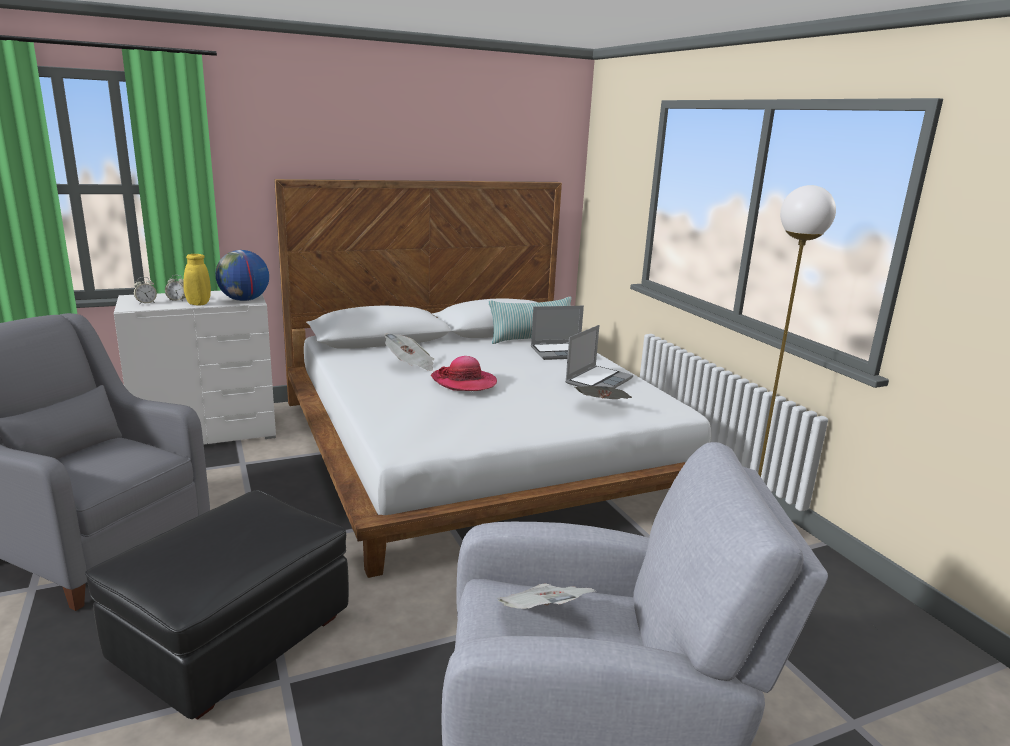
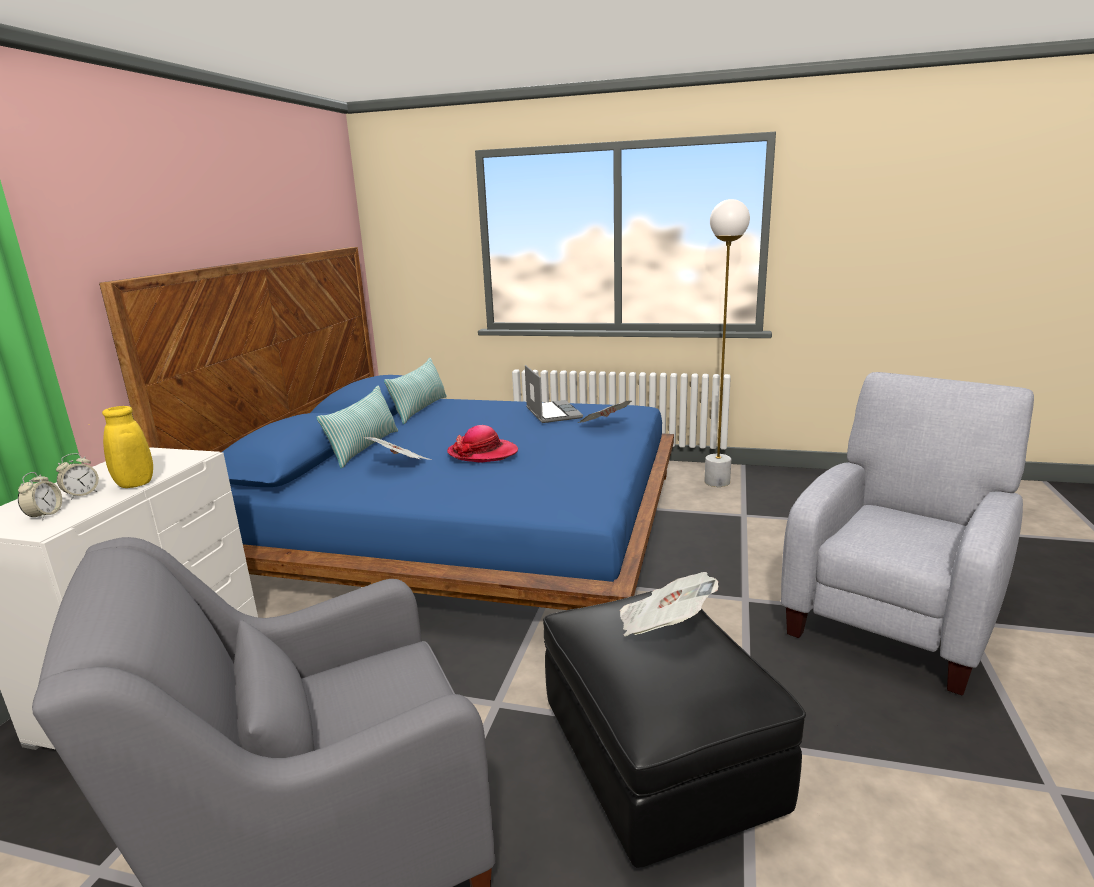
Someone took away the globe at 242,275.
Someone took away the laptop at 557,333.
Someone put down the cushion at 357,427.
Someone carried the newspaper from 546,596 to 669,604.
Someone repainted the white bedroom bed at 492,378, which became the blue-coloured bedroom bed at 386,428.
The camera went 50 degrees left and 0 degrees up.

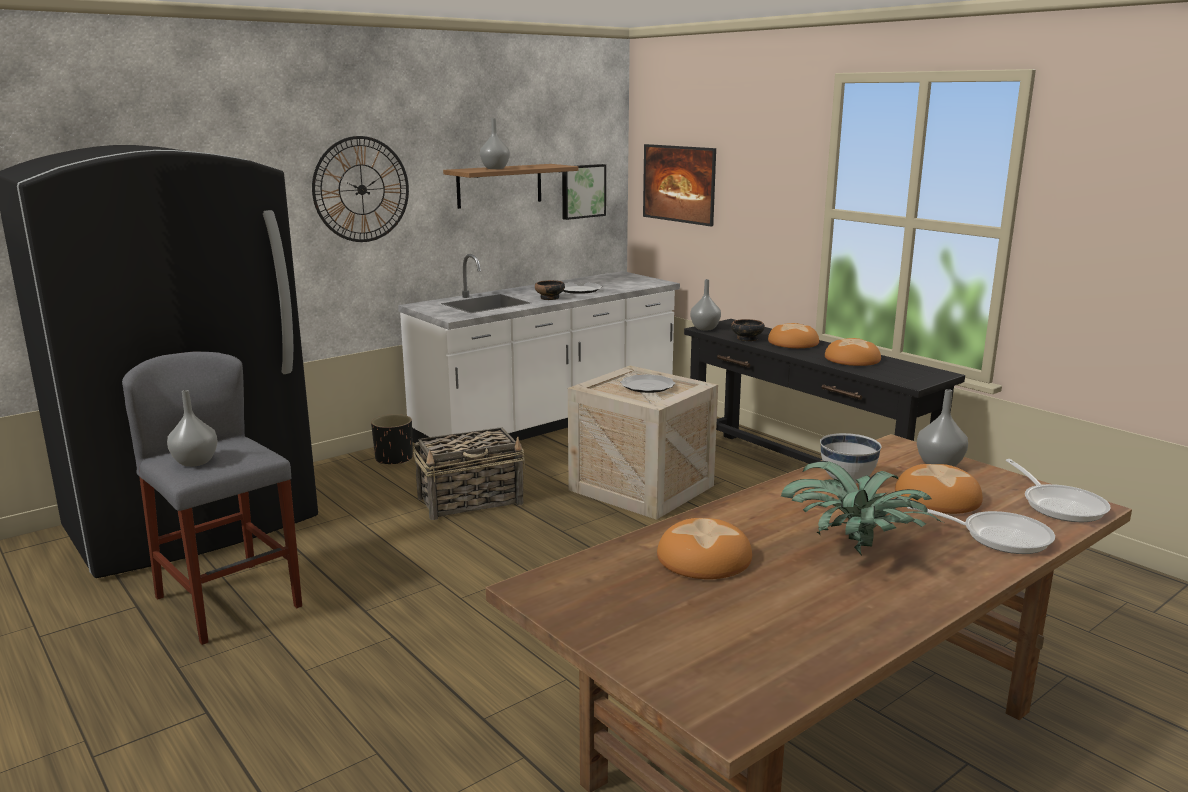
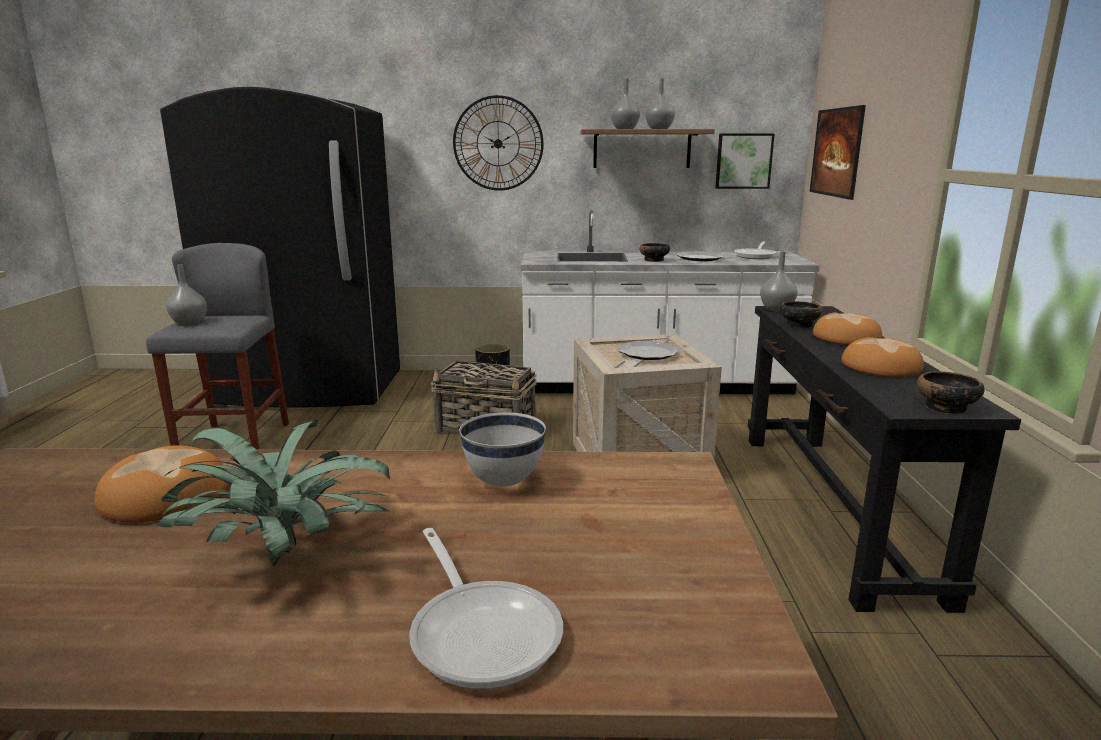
Someone took away the bakery bread at 939,489.
Someone put down the bowl at 951,392.
Someone carried the greyish flower vase from 942,428 to 660,103.
Someone carried the frying pan from 1058,490 to 755,250.
The camera went 40 degrees right and 0 degrees up.

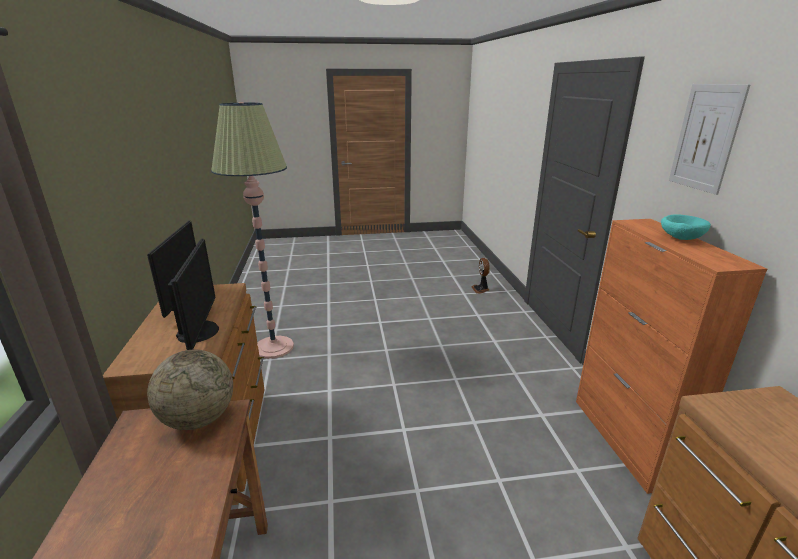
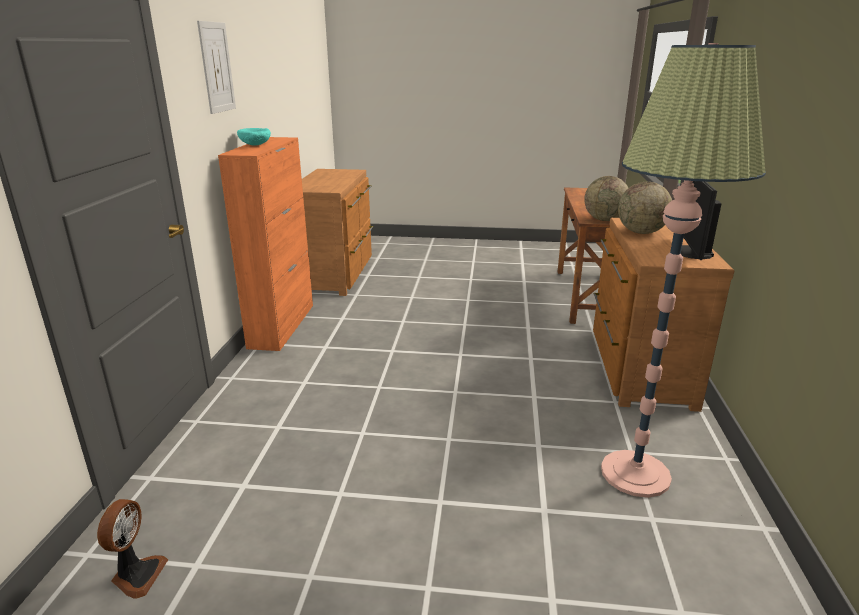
Someone swapped the computer display at 193,294 for the globe at 645,208.
The camera went 165 degrees left and 0 degrees up.

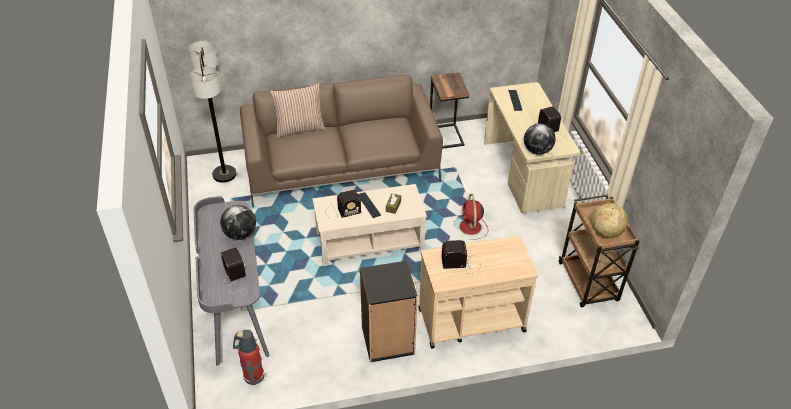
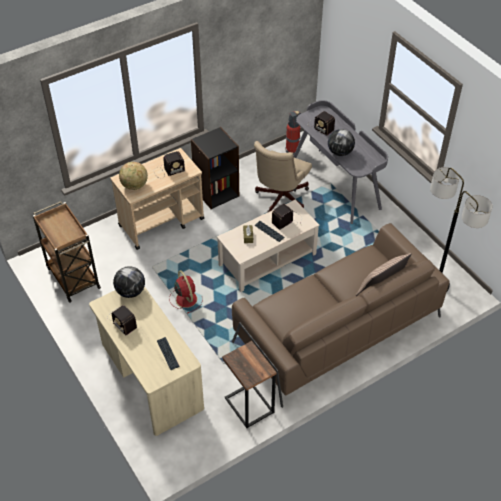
Someone put down the sand-coloured computer chair at 283,177.
Someone carried the globe from 610,220 to 133,176.
The camera went 160 degrees right and 5 degrees up.

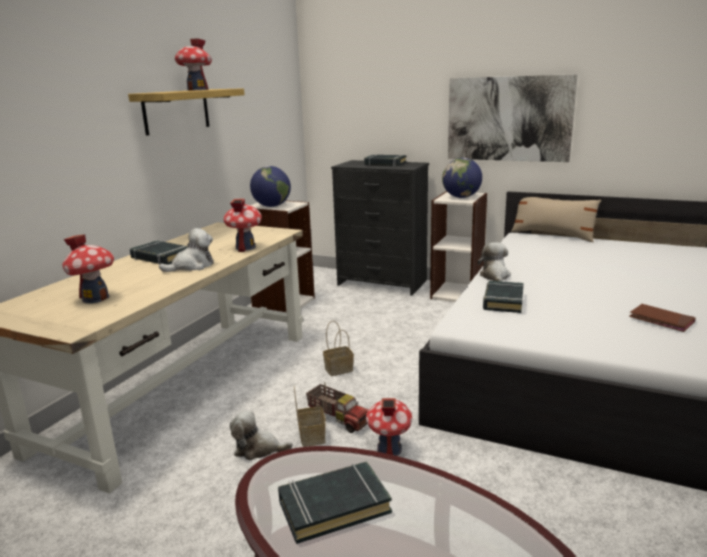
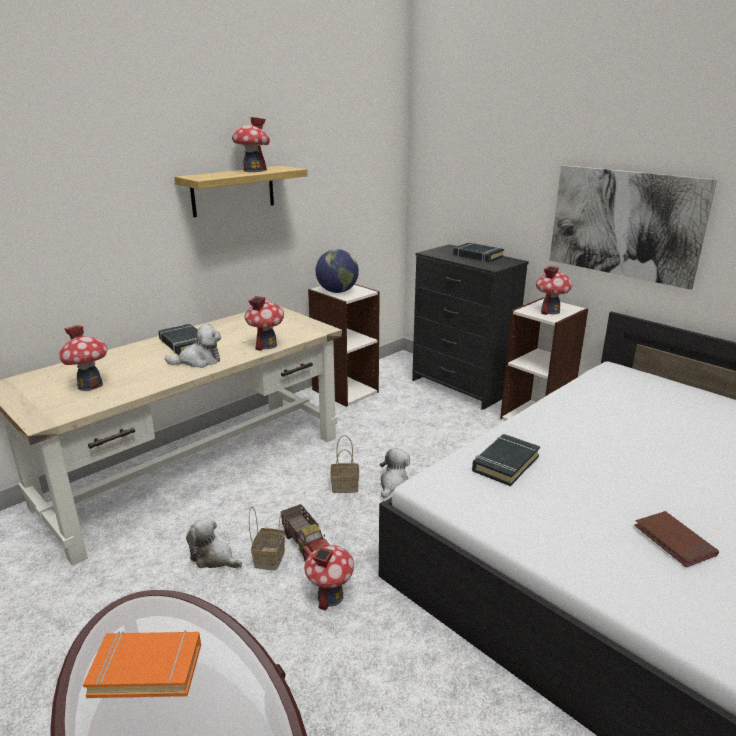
Someone took away the sand-coloured cushion at 556,219.
Someone carried the soft toy from 494,262 to 395,473.
Someone swapped the globe at 462,178 for the model house at 554,290.
Someone repainted the blackish book at 335,503, which became the orangey book at 142,664.
The camera went 20 degrees right and 5 degrees up.

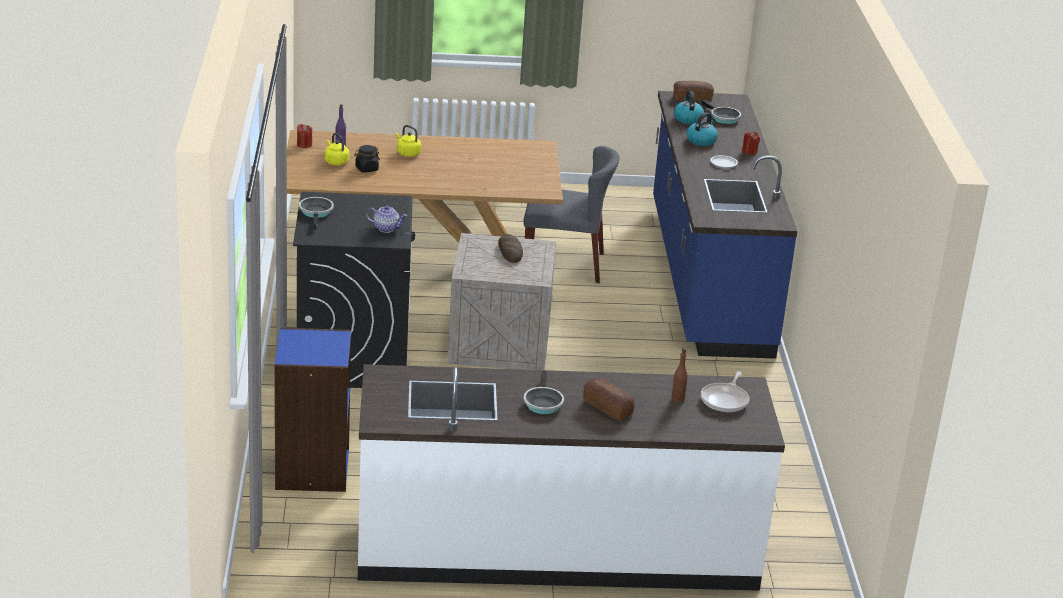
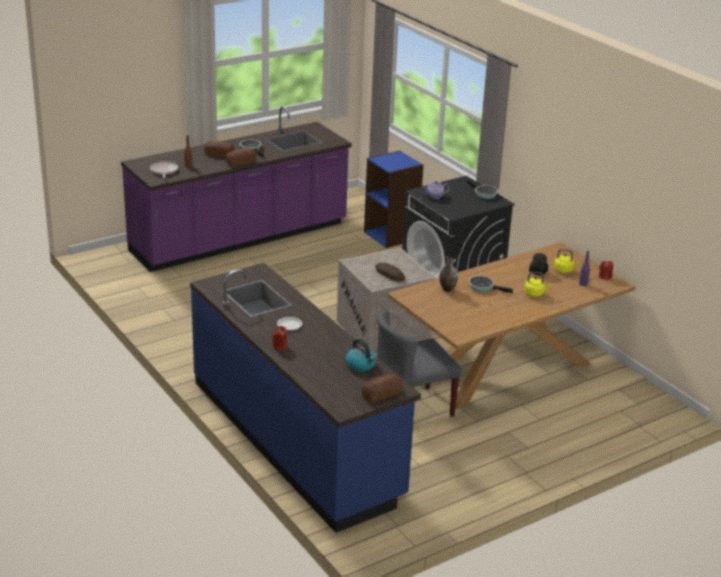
Someone took away the kettle at 702,129.
Someone put down the bakery bread at 241,157.
Someone put down the flower vase at 448,274.
Someone carried the frying pan from 721,111 to 490,284.
Someone repainted the white kitchen counter at 571,477, which became the purple kitchen counter at 236,189.
The camera went 150 degrees right and 0 degrees up.

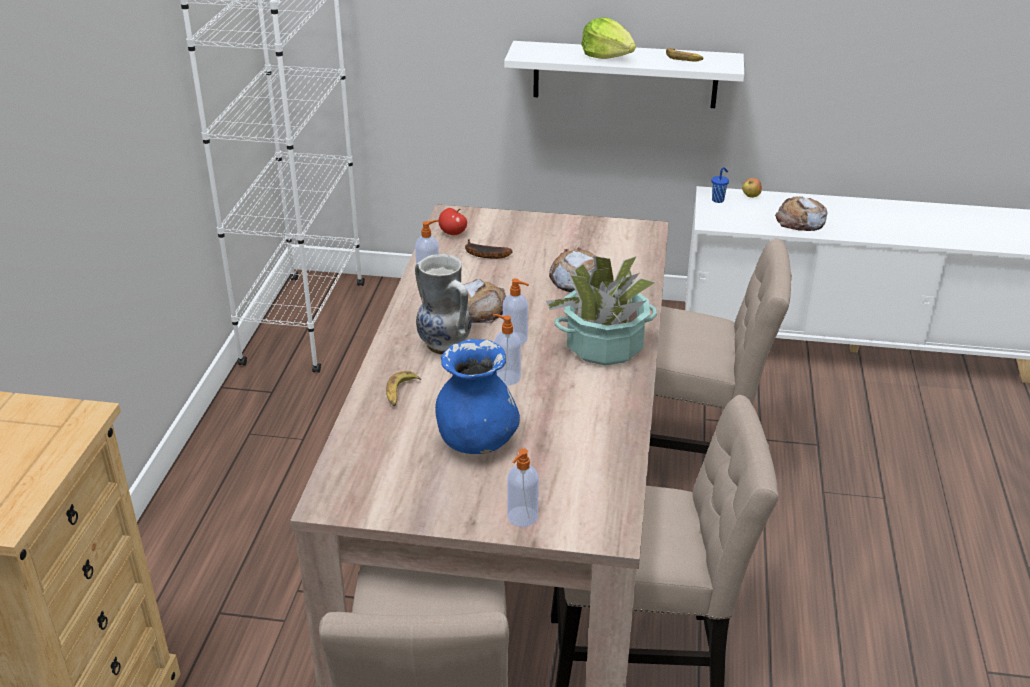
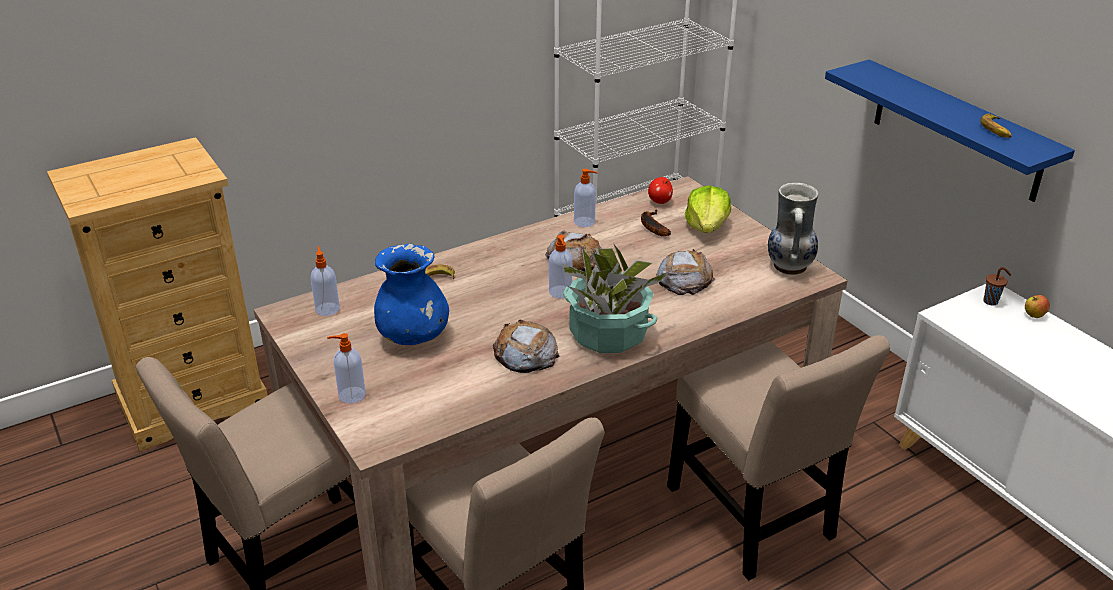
Someone carried the flower vase from 443,304 to 793,229.
Someone carried the soap bottle from 507,349 to 325,281.
Someone carried the lettuce from 608,38 to 708,209.
Someone carried the bakery bread from 801,213 to 526,346.
Someone repainted the white bracket shelf at 624,74, which became the blue-coloured bracket shelf at 950,130.
Someone repainted the blue-coloured small cup at 720,185, which became the brown-coloured small cup at 997,286.
The camera went 50 degrees right and 0 degrees up.

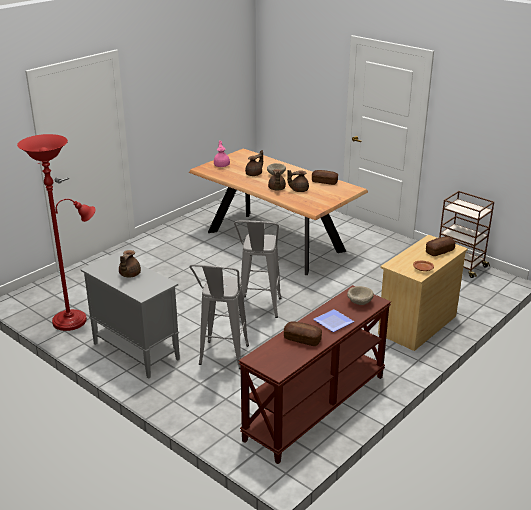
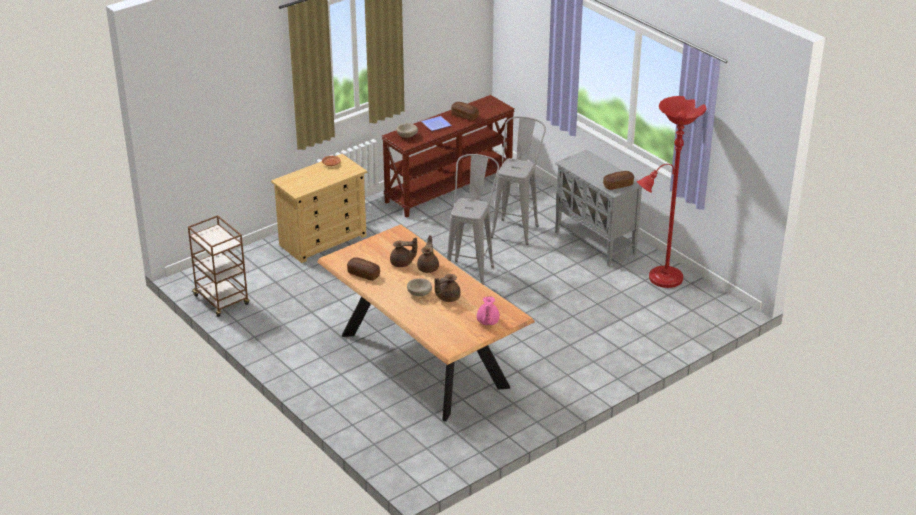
Someone took away the brown-coloured tea pot at 130,263.
Someone carried the bakery bread from 441,246 to 618,180.
The camera went 170 degrees left and 5 degrees up.

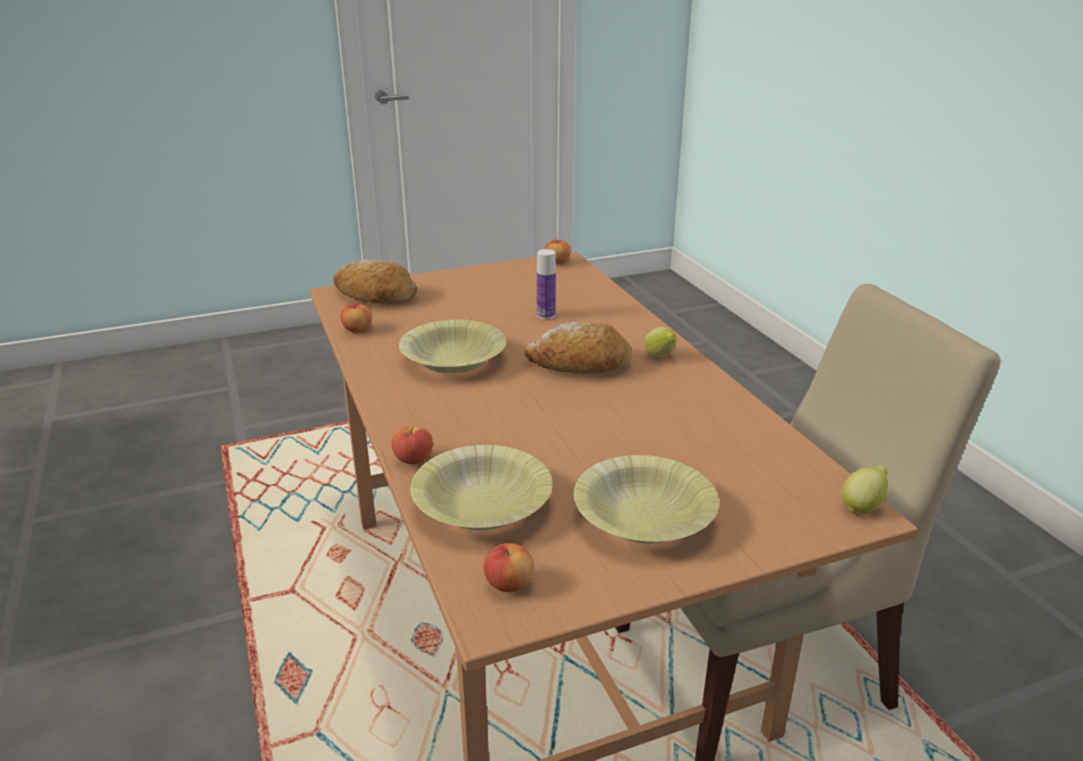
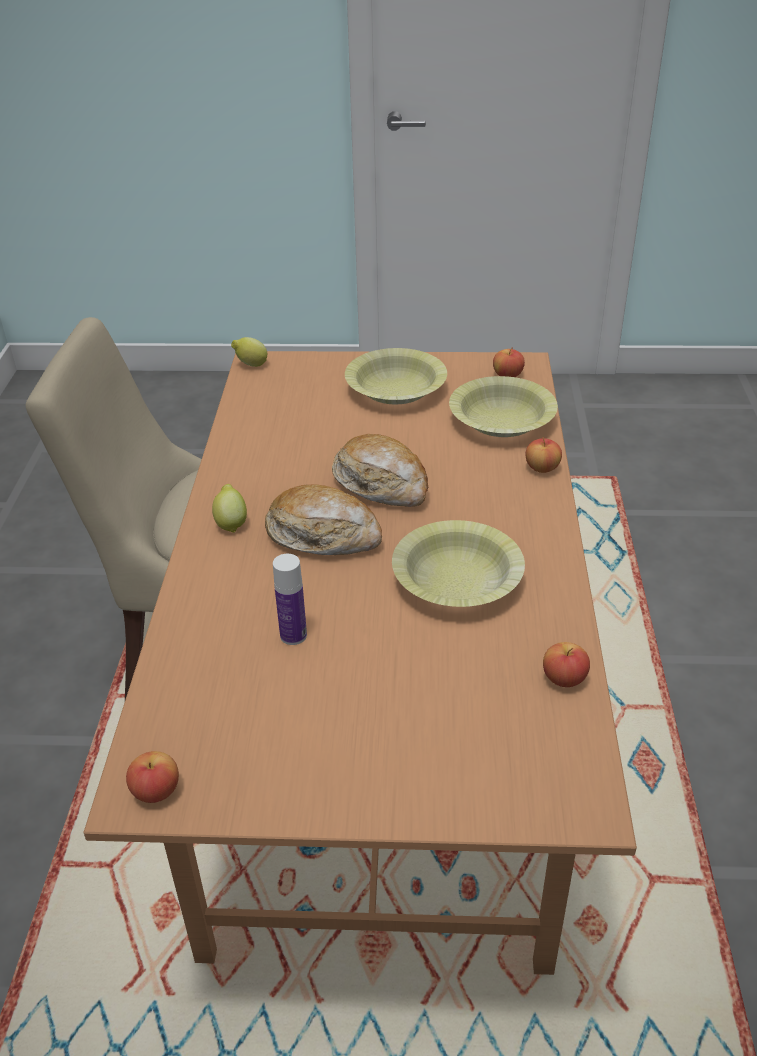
Someone carried the bakery bread from 375,281 to 380,470.
The camera went 155 degrees left and 10 degrees up.

